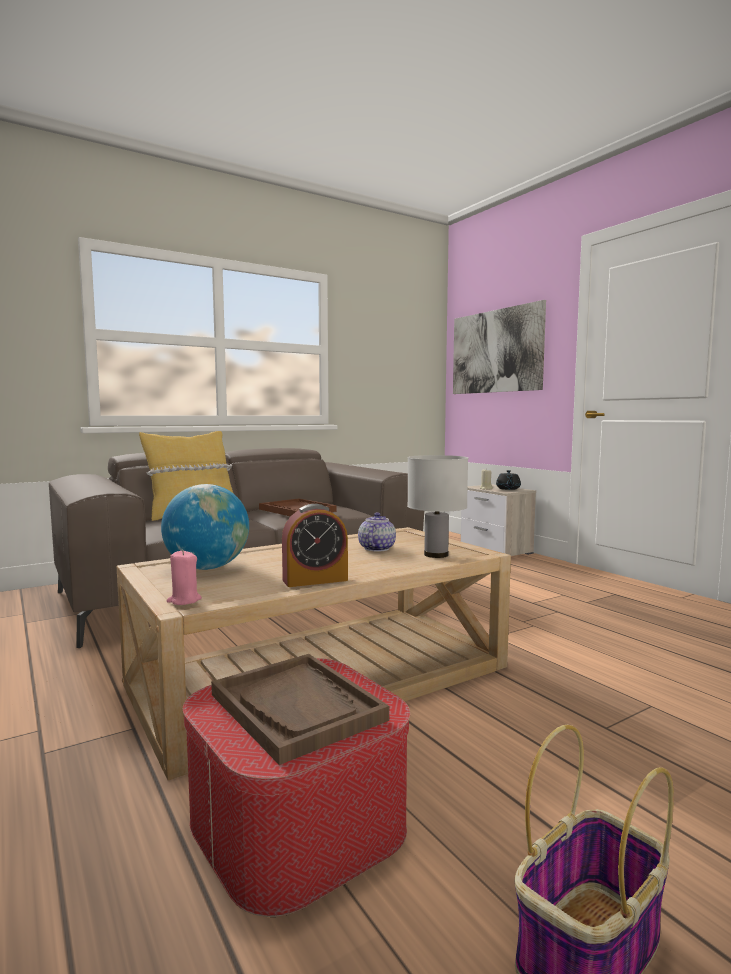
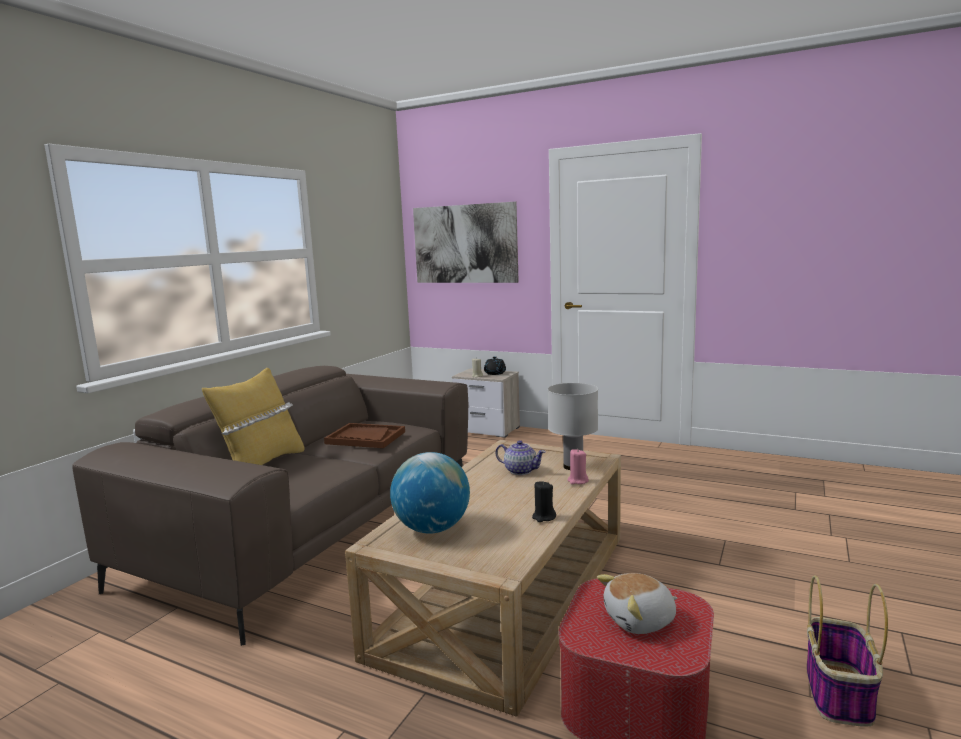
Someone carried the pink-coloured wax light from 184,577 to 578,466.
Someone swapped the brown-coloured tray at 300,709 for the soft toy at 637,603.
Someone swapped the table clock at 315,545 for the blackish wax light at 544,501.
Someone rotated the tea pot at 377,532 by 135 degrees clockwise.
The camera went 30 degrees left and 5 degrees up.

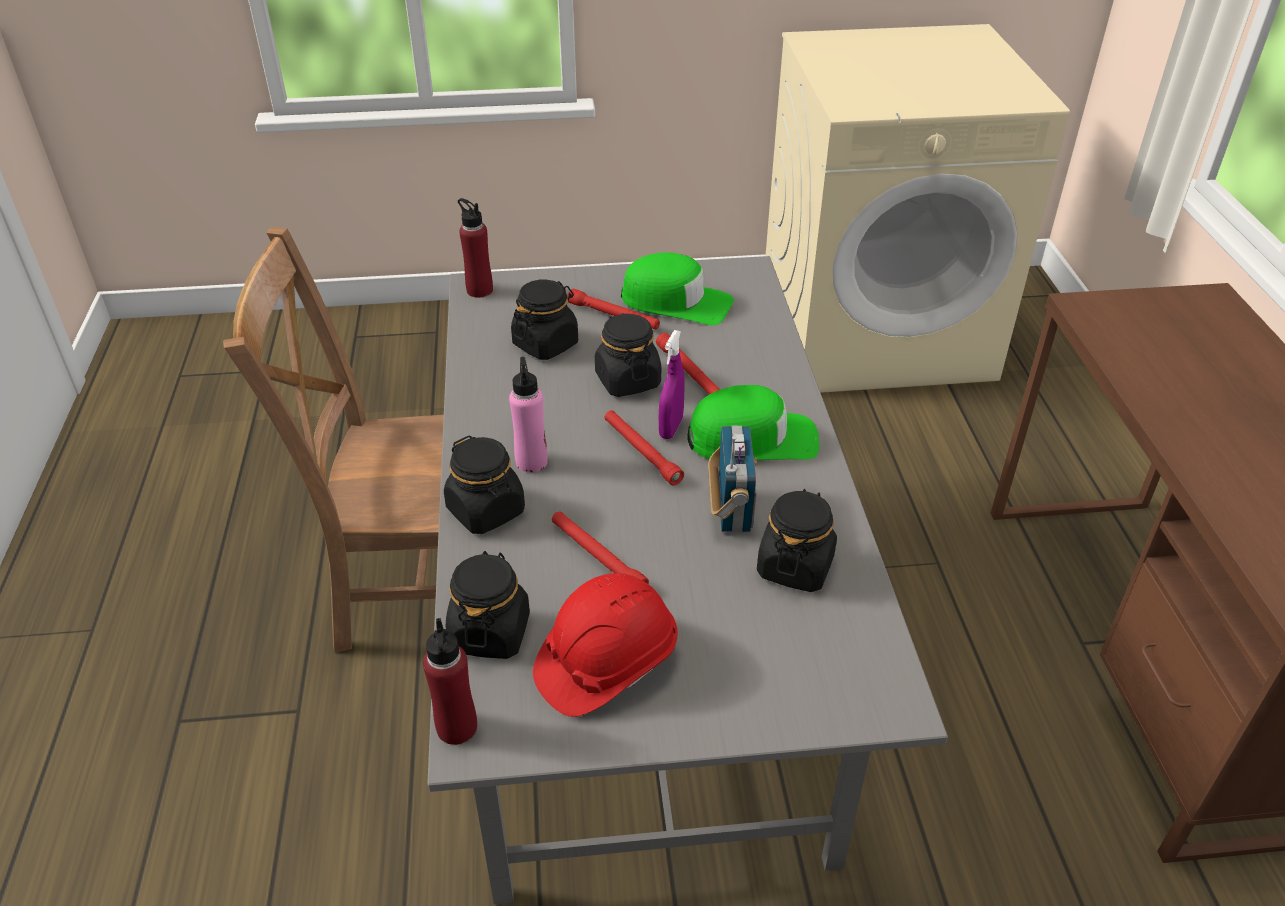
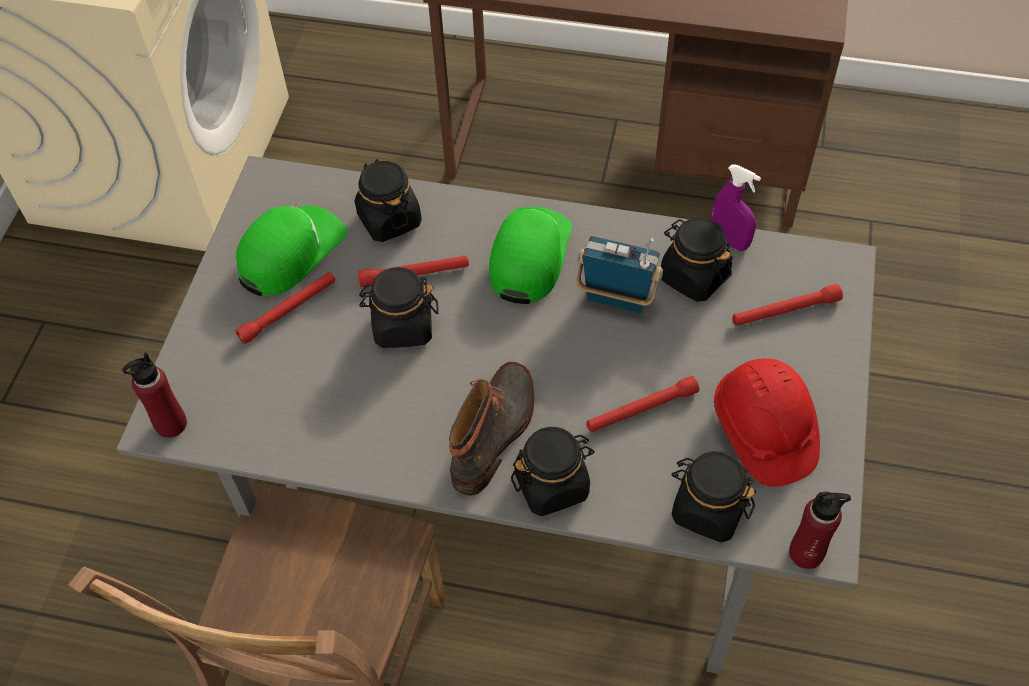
Someone carried the blackish storage jar from 544,319 to 388,200.
Someone carried the red-coloured flashlight from 644,447 to 787,305.
Someone carried the purple spray bottle from 672,384 to 736,207.
Someone swapped the pink-coloured drink bottle at 528,415 for the boot at 491,429.
The camera went 70 degrees left and 15 degrees up.

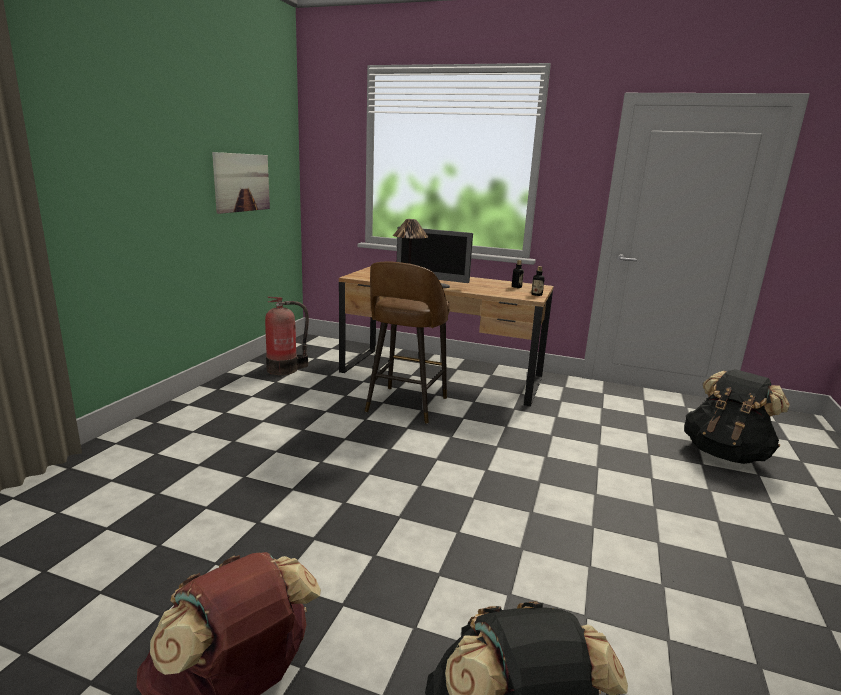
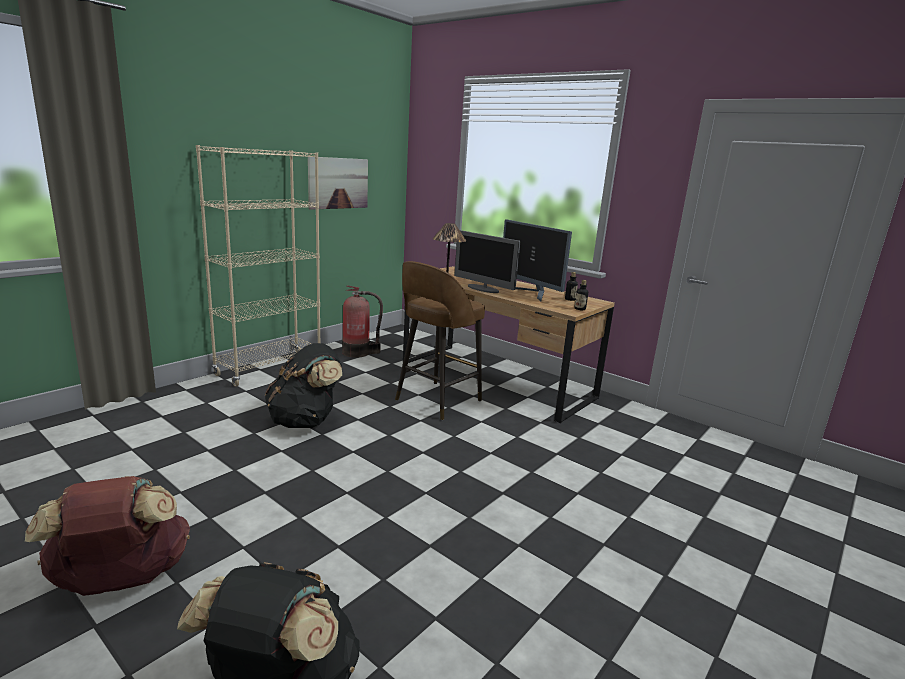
Someone put down the sand-coloured shelving unit at 258,266.
Someone put down the computer display at 537,260.
Someone carried the blackish knapsack from 737,416 to 303,385.
The camera went 20 degrees right and 0 degrees up.

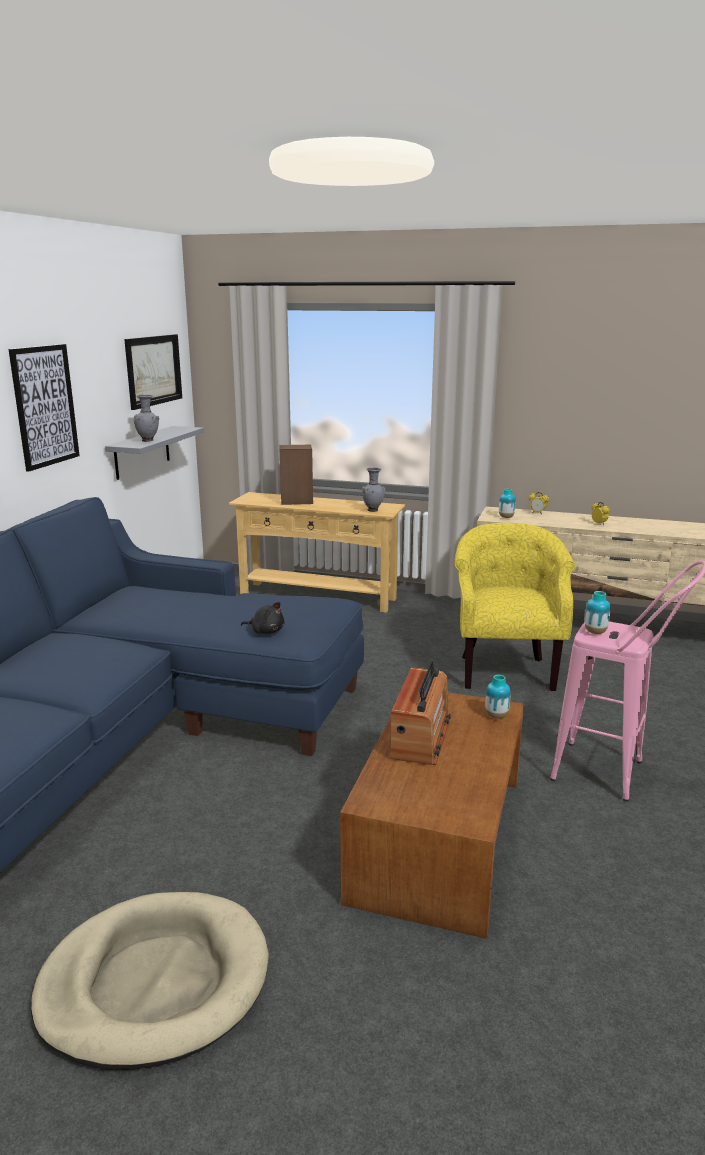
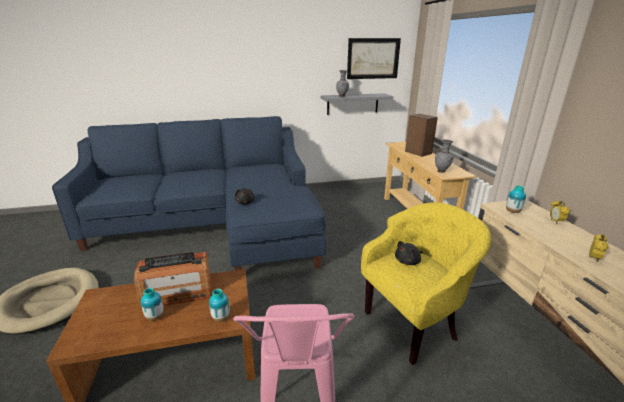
Someone took away the wall picture at 44,408.
Someone put down the blackish soft toy at 409,253.
Someone carried the flower vase from 597,612 to 152,304.
The camera went 60 degrees right and 5 degrees up.

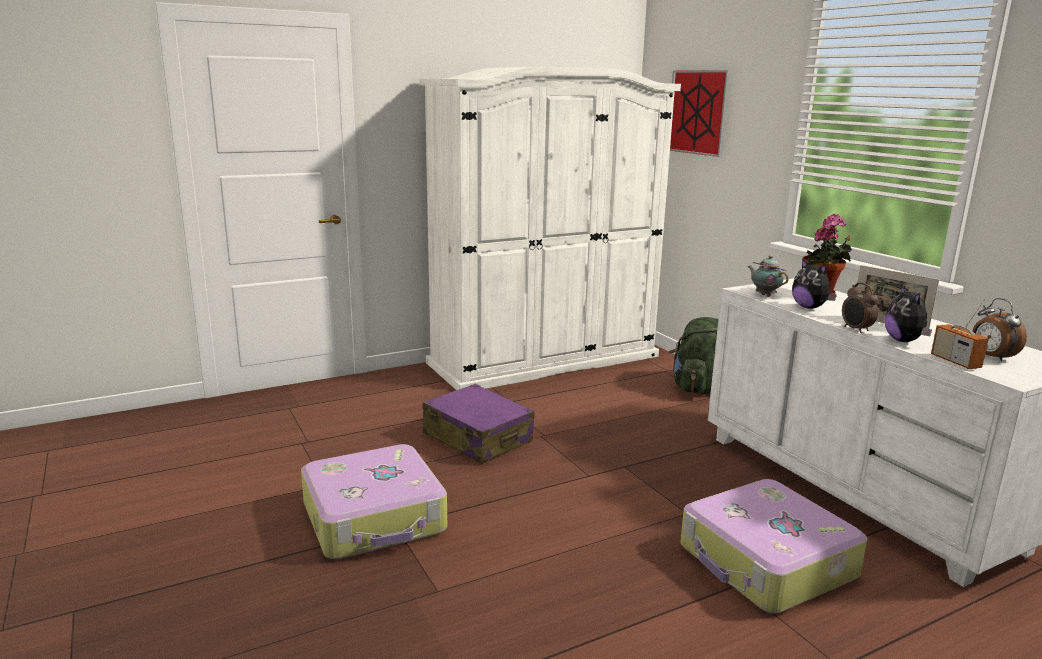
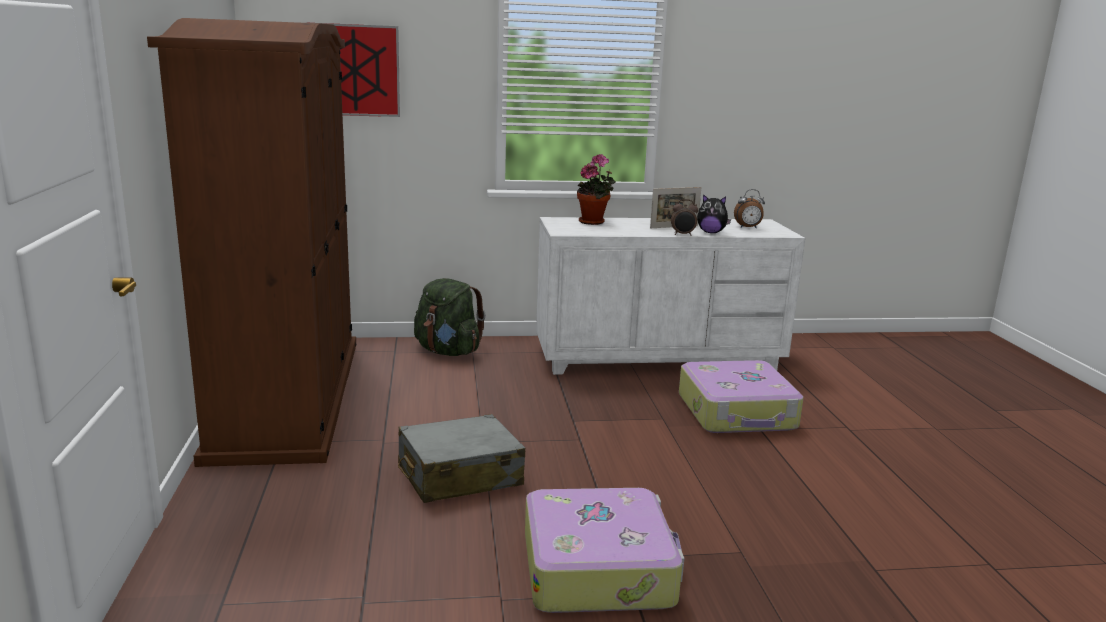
Someone took away the tea pot at 768,276.
Someone took away the soft toy at 814,284.
Someone took away the radio set at 960,334.
Someone repainted the white clothes cupboard at 550,228, which became the brown-coloured clothes cupboard at 251,242.
Someone repainted the purple suitcase at 479,424, which became the greyish suitcase at 461,458.
The camera went 70 degrees left and 0 degrees up.

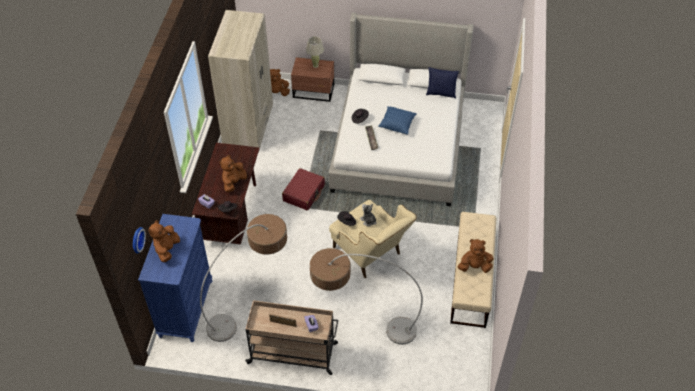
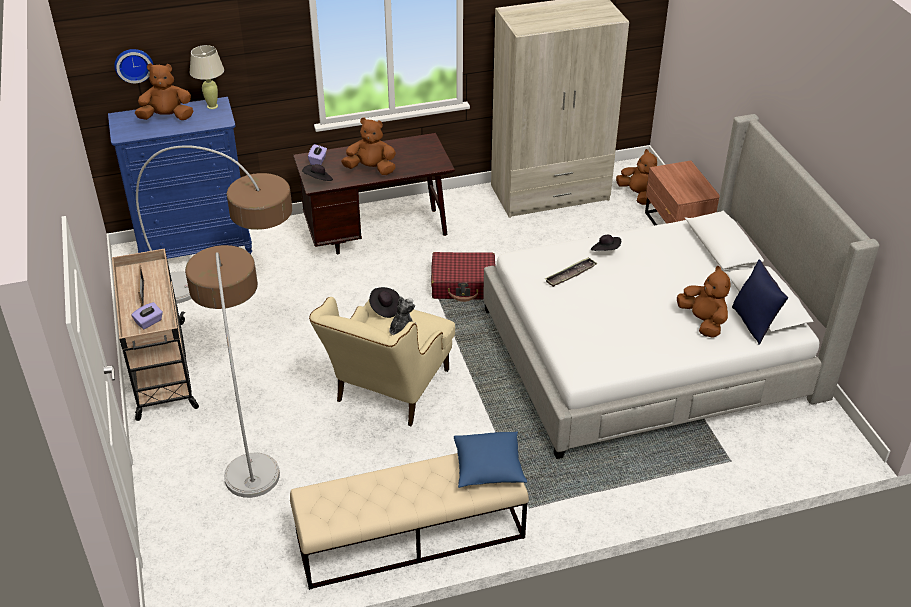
Someone carried the sand-coloured table lamp from 315,52 to 206,77.
Someone carried the blue-coloured cushion from 397,120 to 490,459.
Someone carried the brown-coloured soft toy from 475,256 to 704,302.
The camera went 65 degrees right and 10 degrees down.

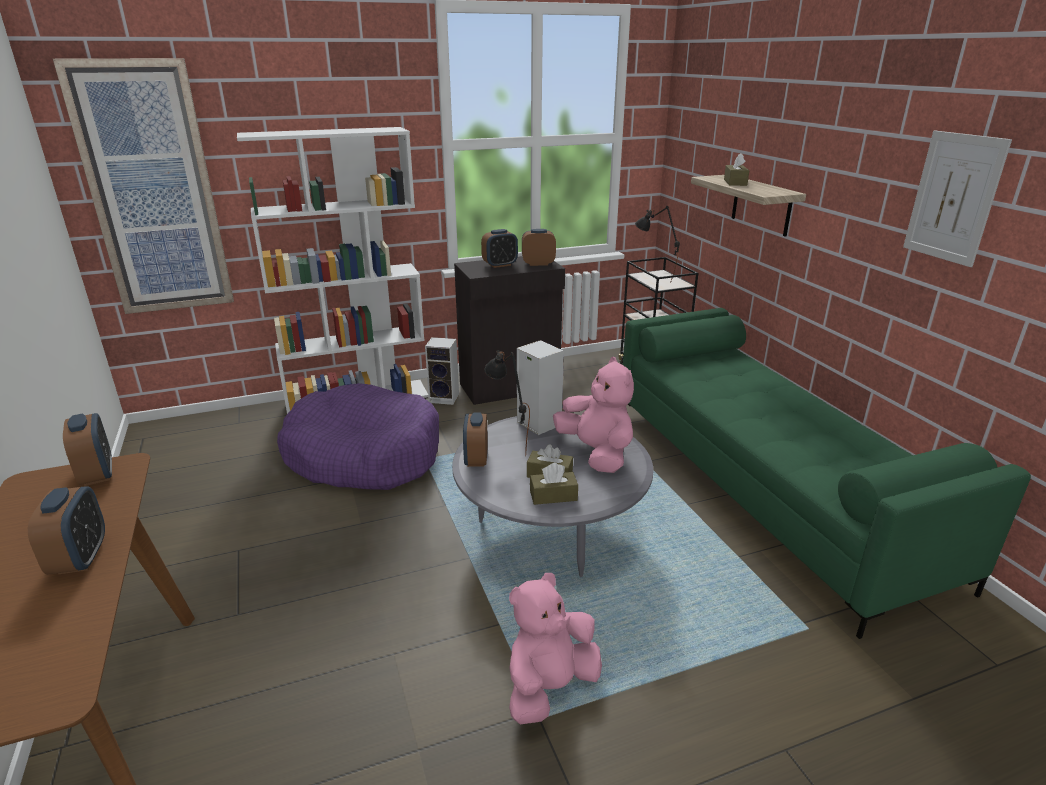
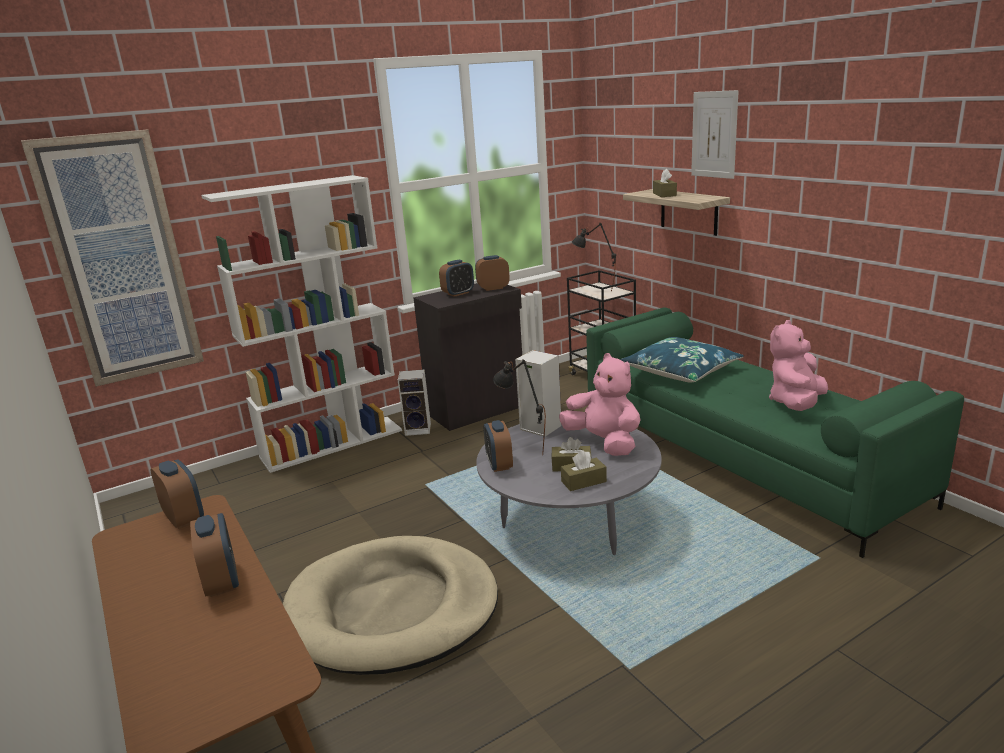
Someone took away the purple pet bed at 358,436.
Someone put down the sand-coloured pet bed at 390,605.
Someone put down the blue-coloured cushion at 682,360.
Someone carried the pink-coloured soft toy from 555,648 to 798,365.
Someone carried the wall picture from 957,199 to 715,134.
The camera went 10 degrees left and 5 degrees down.

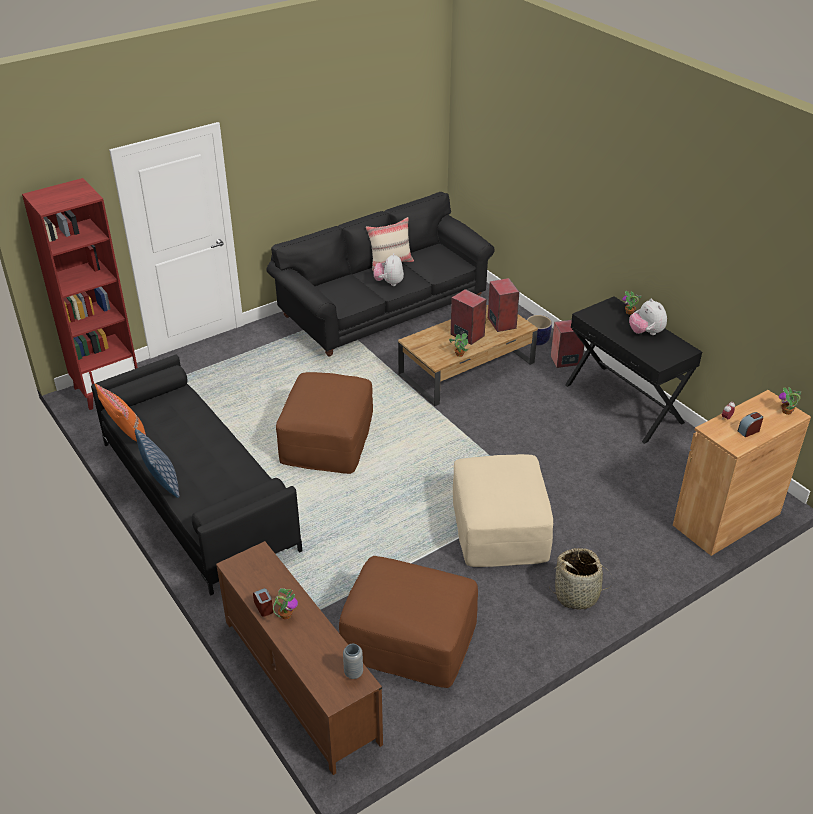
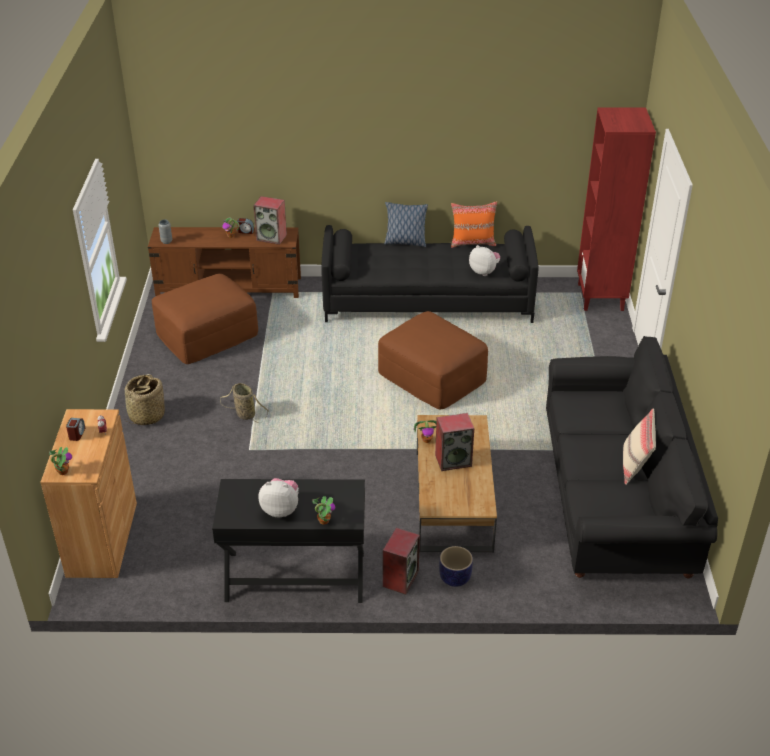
Someone carried the soft toy from 389,269 to 484,260.
Someone carried the loudspeaker from 503,305 to 270,220.
Someone swapped the sand-coloured pouffe at 503,510 for the basket at 244,403.
The camera went 125 degrees right and 0 degrees up.

